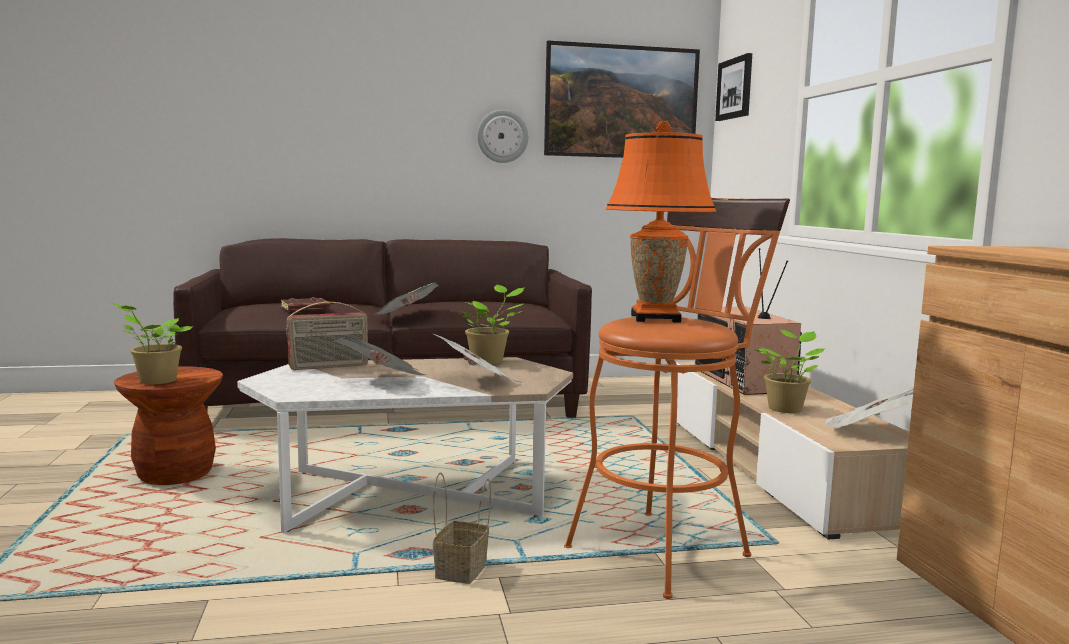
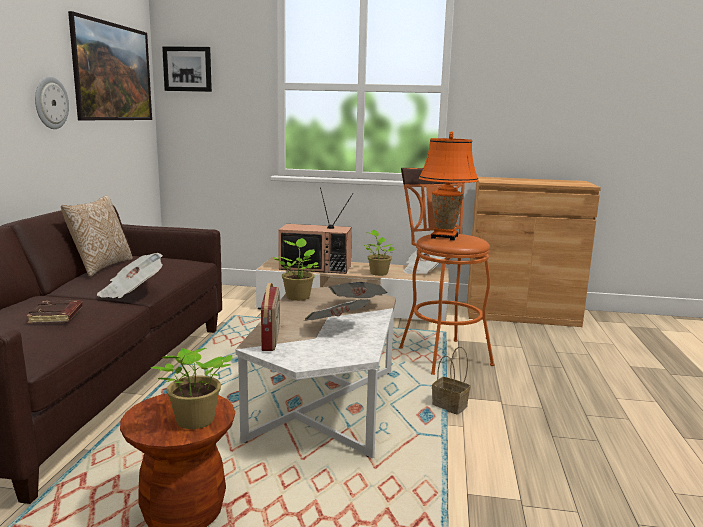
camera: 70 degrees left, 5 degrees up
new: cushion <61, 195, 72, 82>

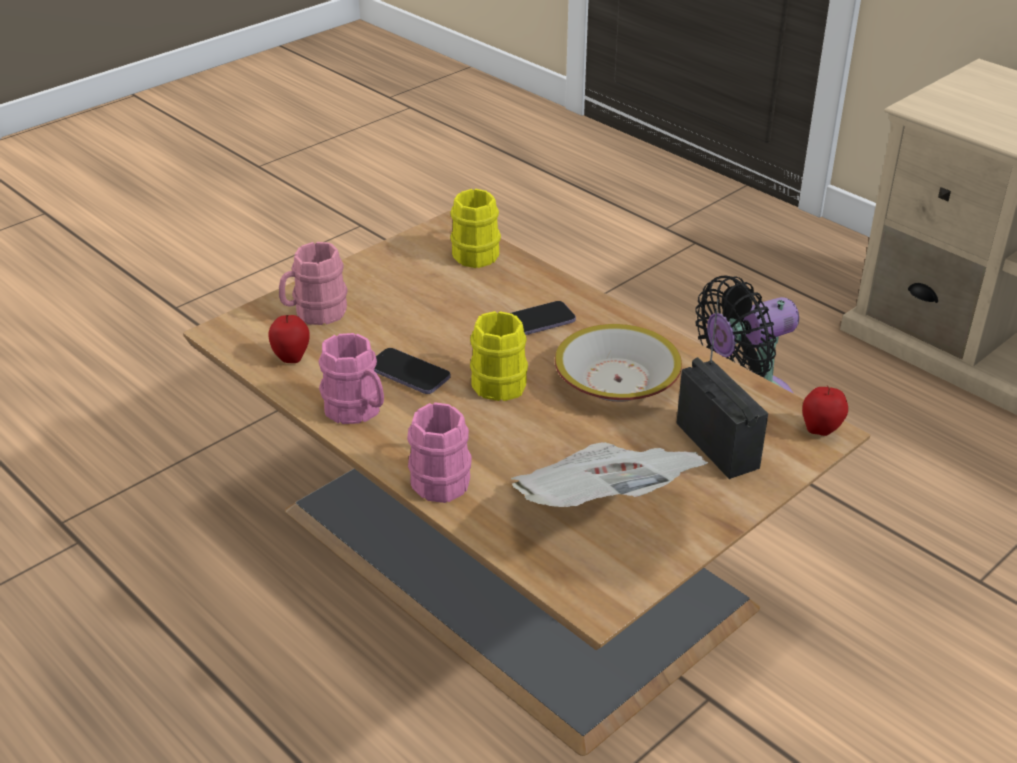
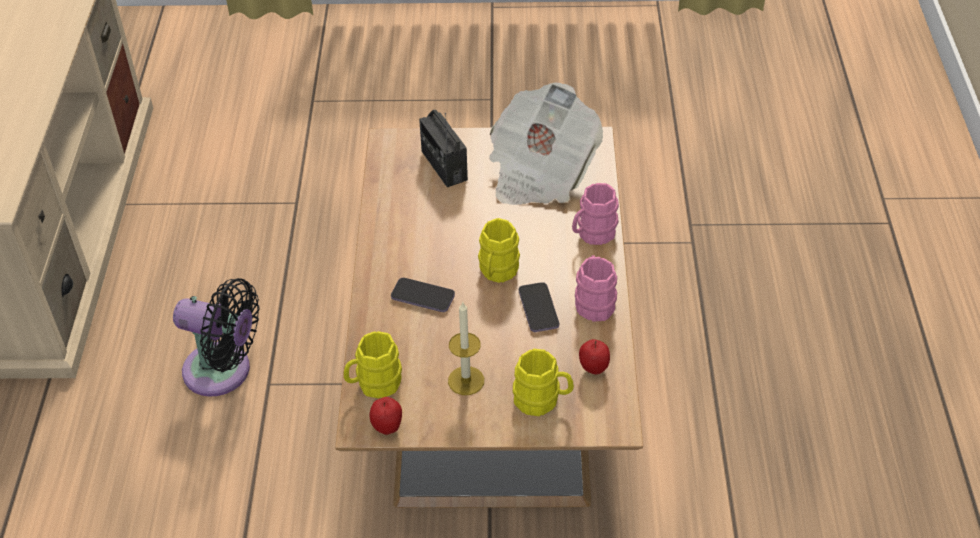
camera: 135 degrees left, 10 degrees up
gone: serving bowl <555, 324, 127, 78>
new: candle <448, 302, 36, 93>
shifted: apple <802, 385, 46, 51> to <370, 397, 32, 38>
repainted: pinkish coffee mug <279, 242, 69, 83> to yellow coffee mug <513, 349, 61, 67>
rotated: radio receiver <676, 299, 92, 180> = <419, 110, 49, 77> 45 degrees counterclockwise

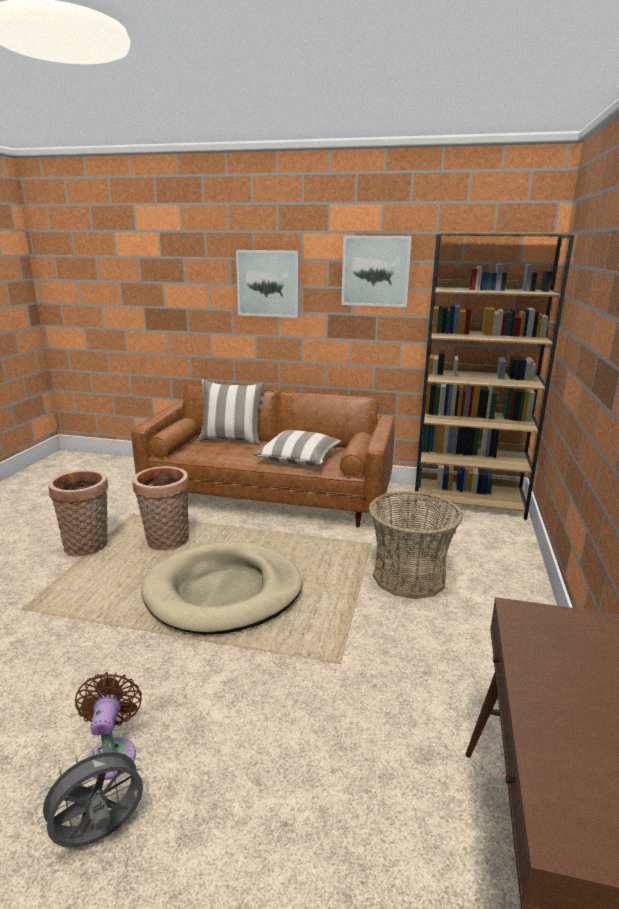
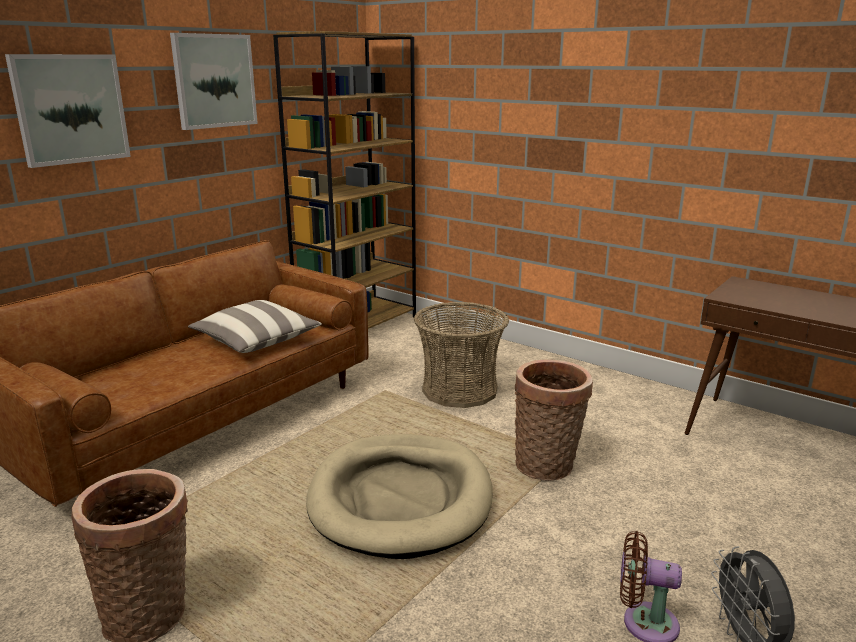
camera: 65 degrees left, 0 degrees up
gone: cushion <198, 380, 66, 65>
shifted: household basket <133, 466, 56, 85> to <515, 359, 78, 122>

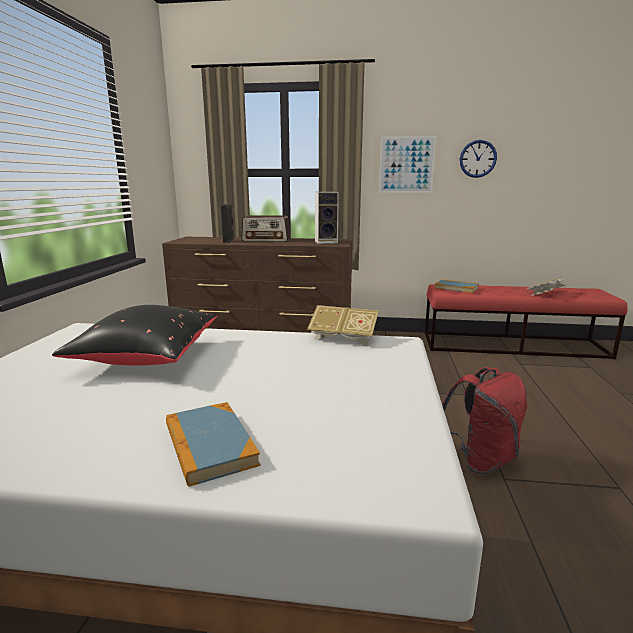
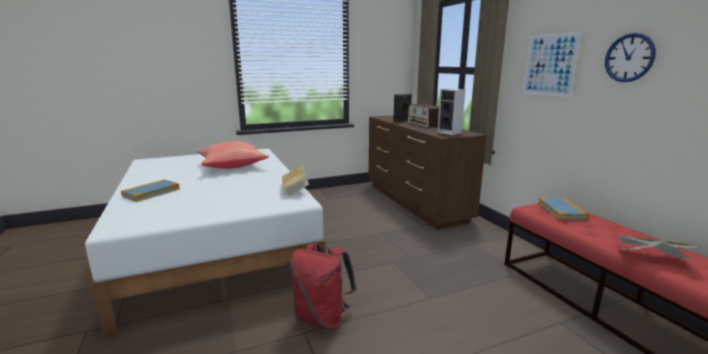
camera: 60 degrees right, 0 degrees up
repainted: black cushion <52, 305, 165, 61> to red-coloured cushion <198, 141, 71, 28>

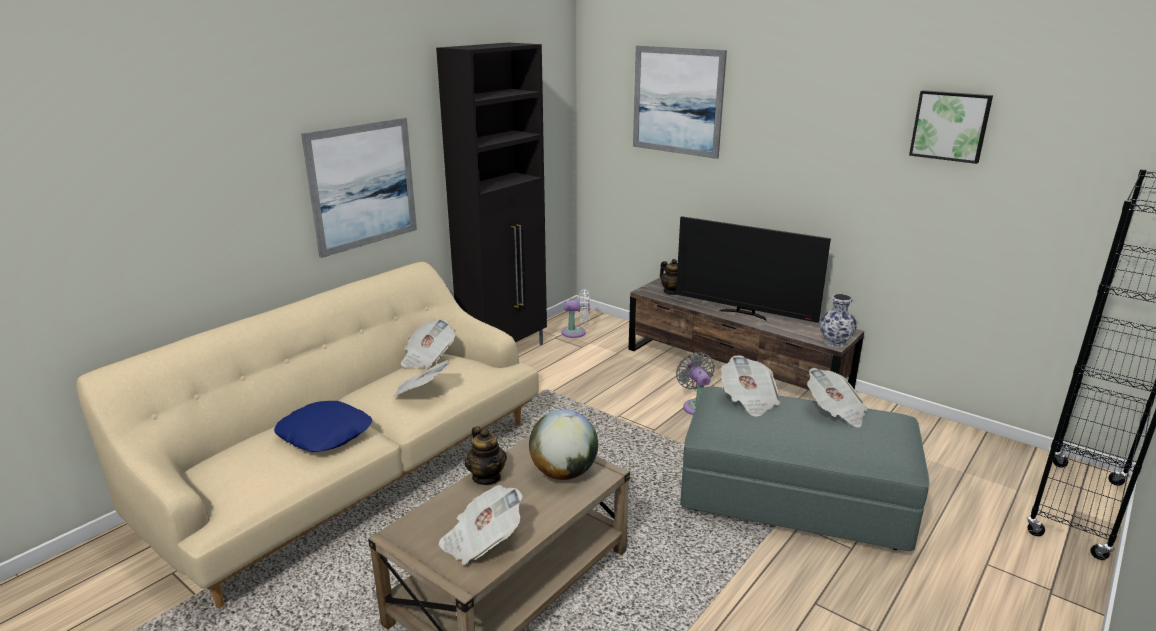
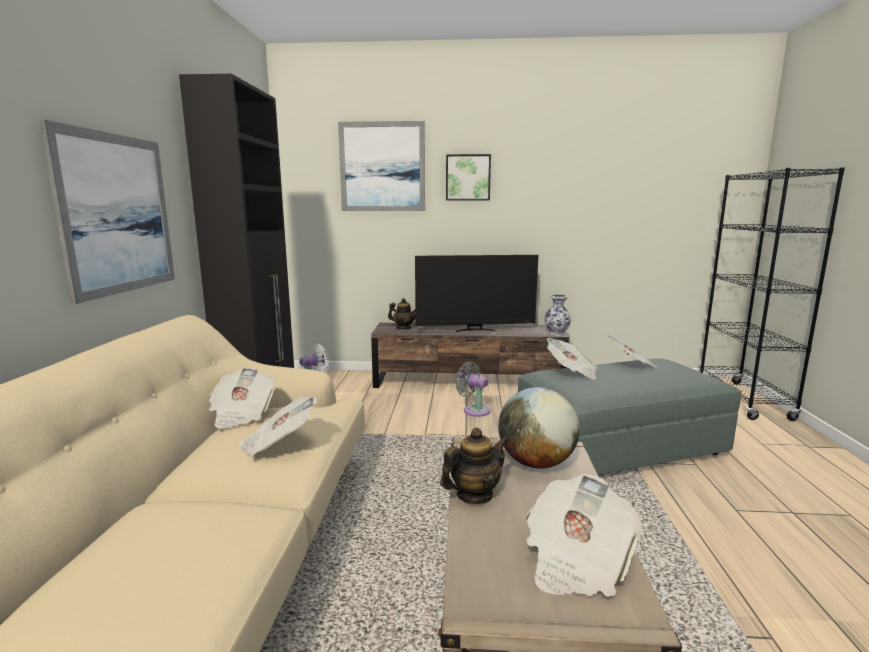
camera: 35 degrees left, 10 degrees down
gone: blue cushion <274, 401, 98, 51>
shifted: wall art <909, 90, 84, 74> to <446, 154, 45, 47>
rotated: pot for tea <465, 426, 42, 59> = <440, 427, 68, 77> 60 degrees counterclockwise

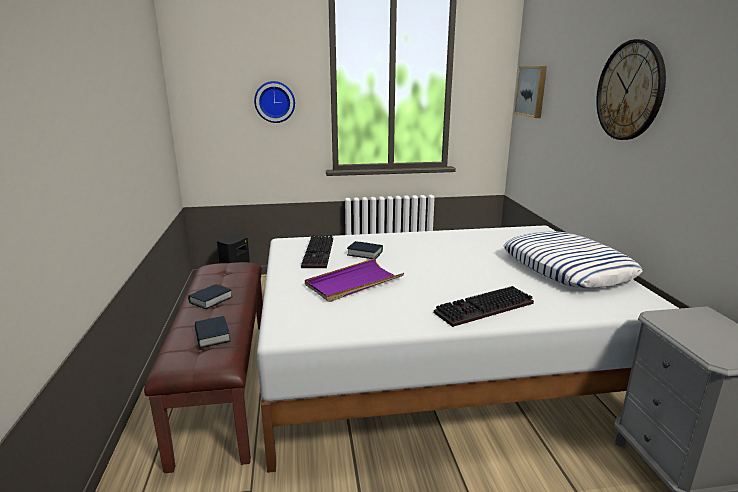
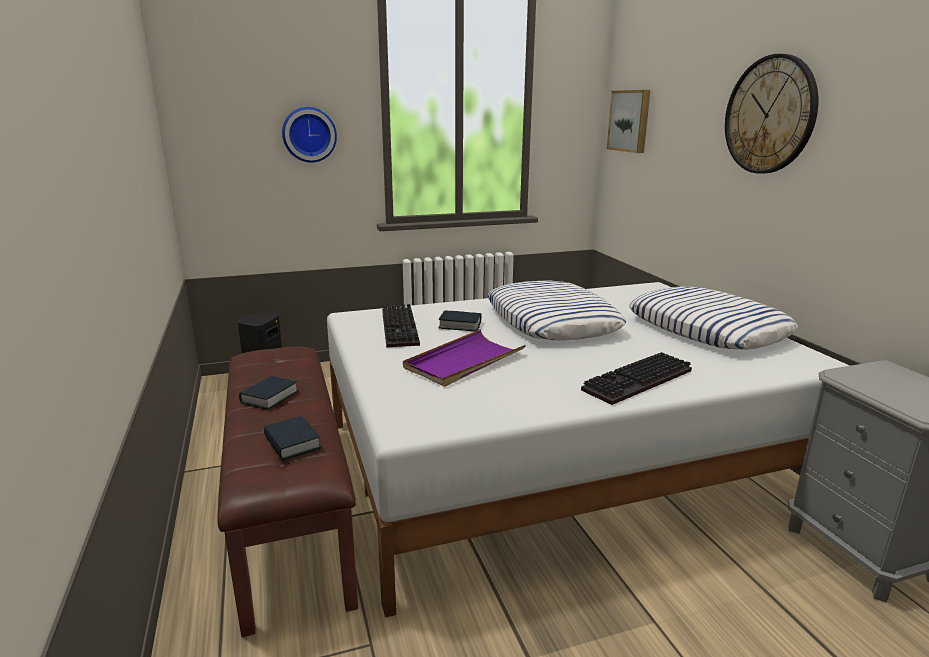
camera: 10 degrees left, 0 degrees up
new: cushion <487, 280, 139, 60>

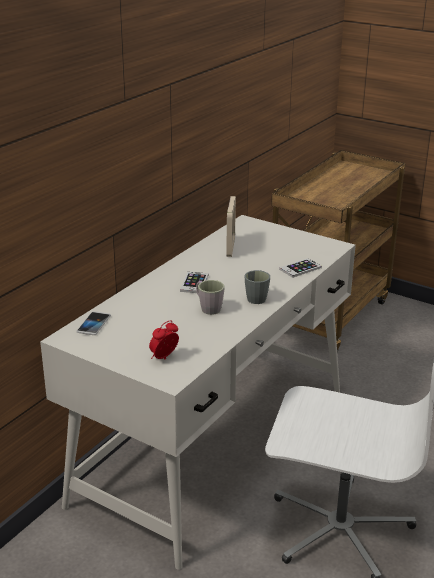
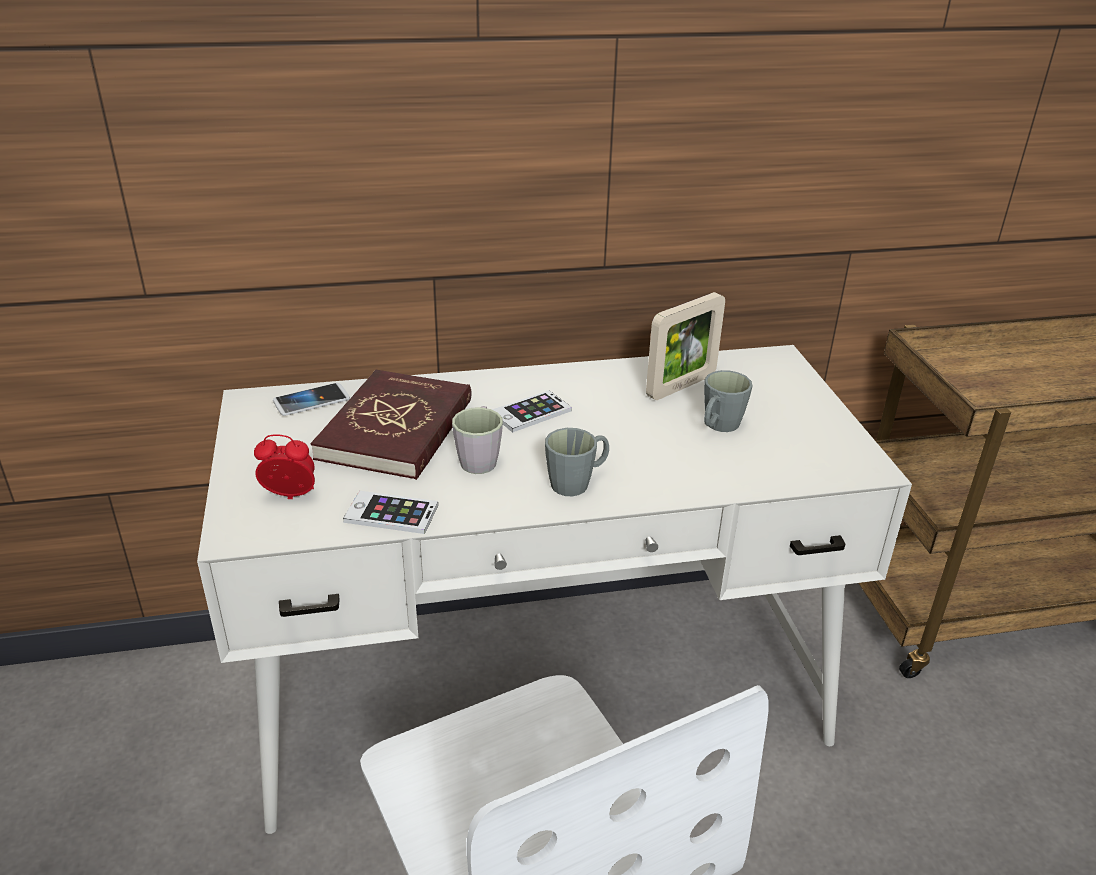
camera: 45 degrees right, 5 degrees up
new: red-coloured book <311, 370, 161, 110>; gray coffee mug <704, 370, 49, 62>
shifted: phone <279, 258, 43, 20> to <343, 491, 95, 43>

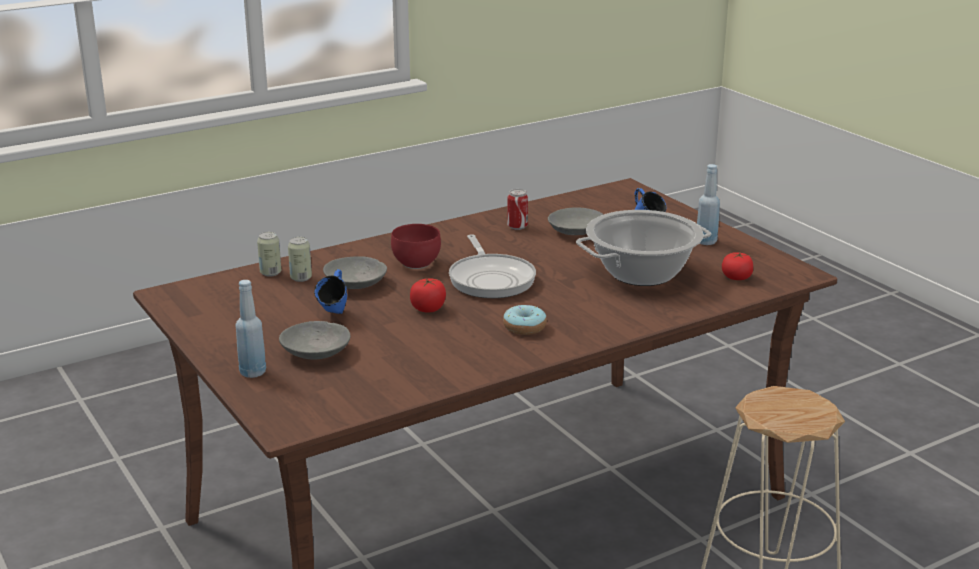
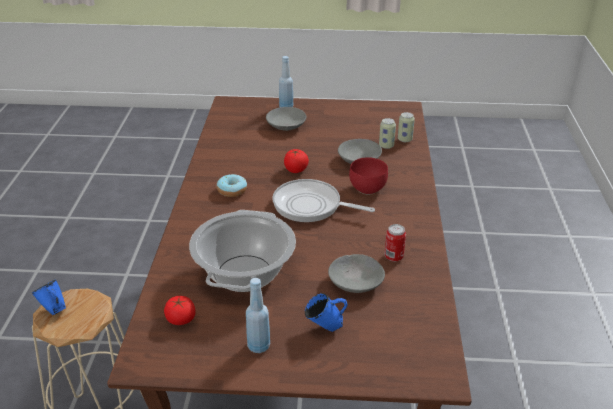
camera: 125 degrees right, 10 degrees up
shifted: blue coffee mug <314, 269, 33, 45> to <32, 279, 34, 36>

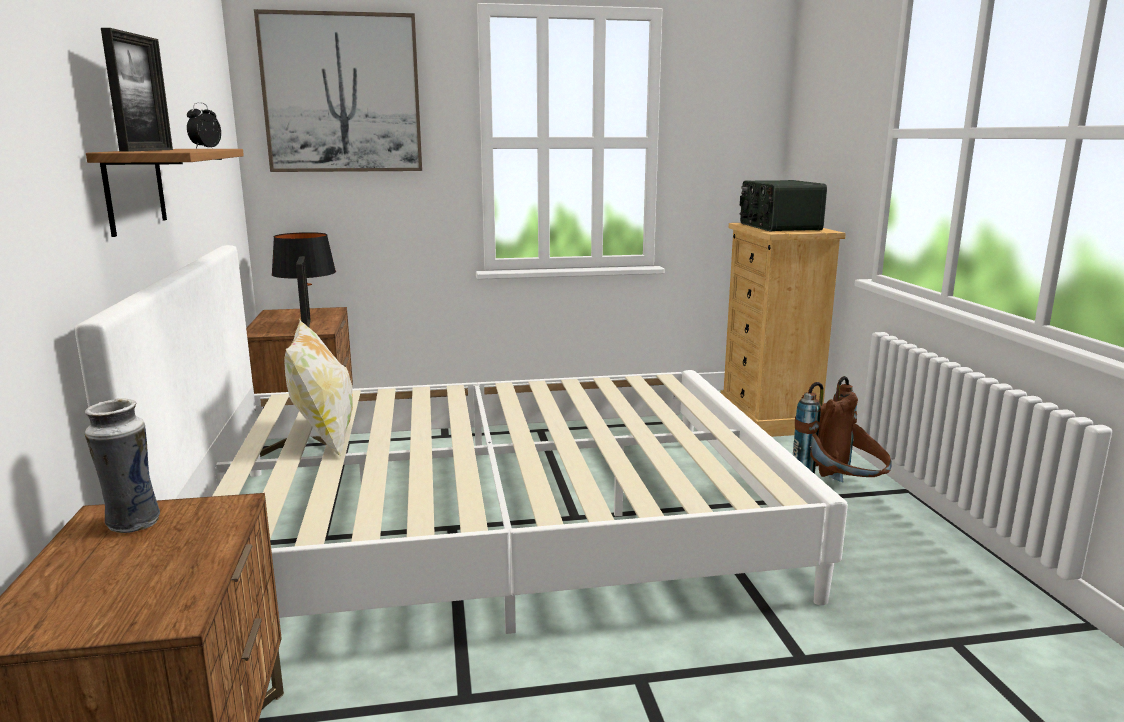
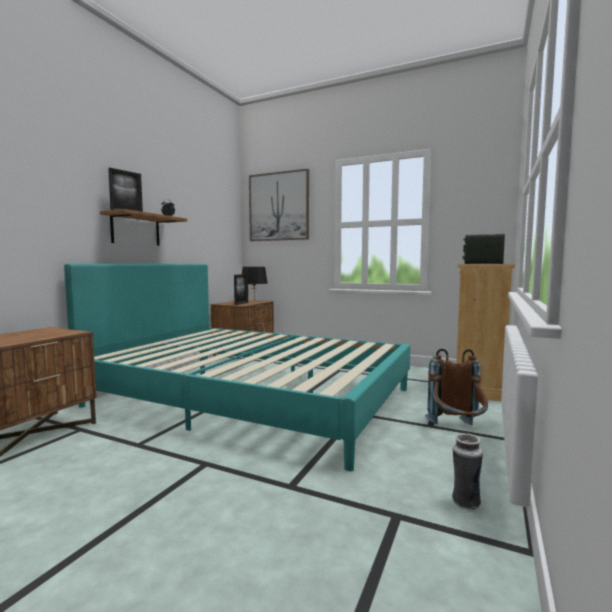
camera: 35 degrees right, 10 degrees down
gone: cushion <284, 320, 69, 138>
shifted: decorative vase <85, 398, 75, 135> to <452, 433, 31, 77>
repainted: whitish bed <75, 245, 773, 389> to turquoise bed <64, 263, 347, 208>

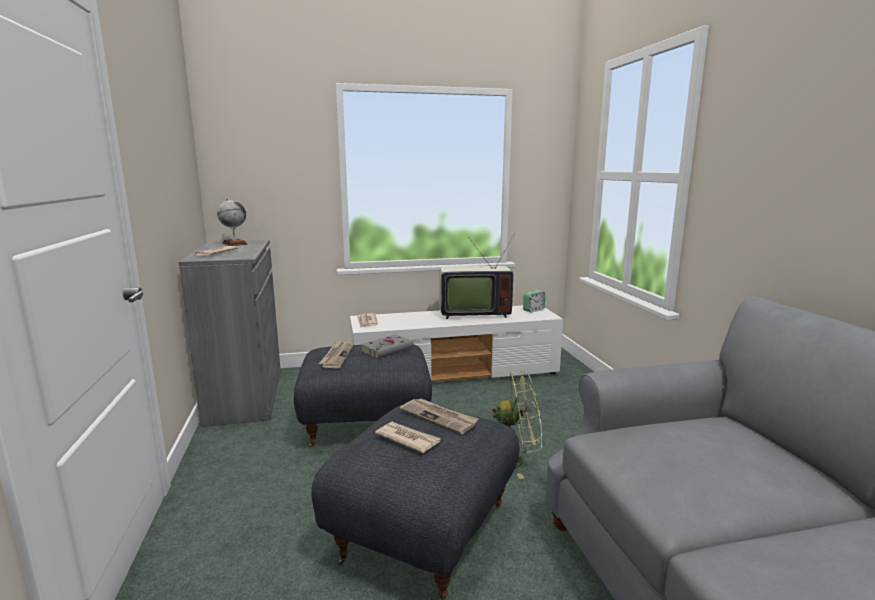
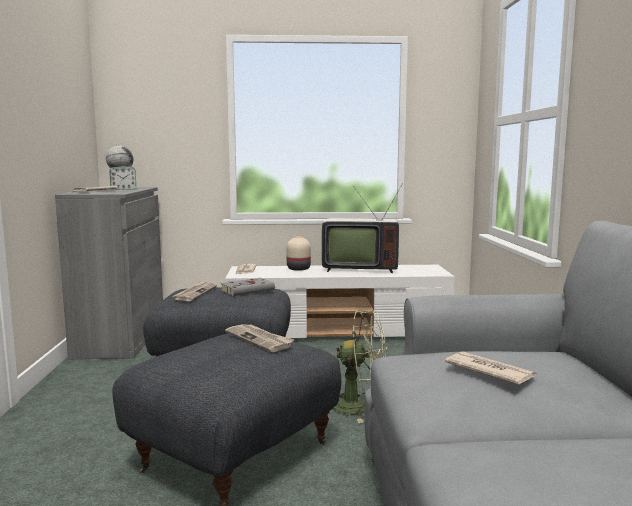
camera: 10 degrees right, 5 degrees down
new: beige decorative vase <286, 235, 25, 36>
shifted: printed paper <375, 422, 66, 31> to <445, 351, 92, 34>; bedside clock <523, 290, 22, 22> to <109, 167, 27, 23>

